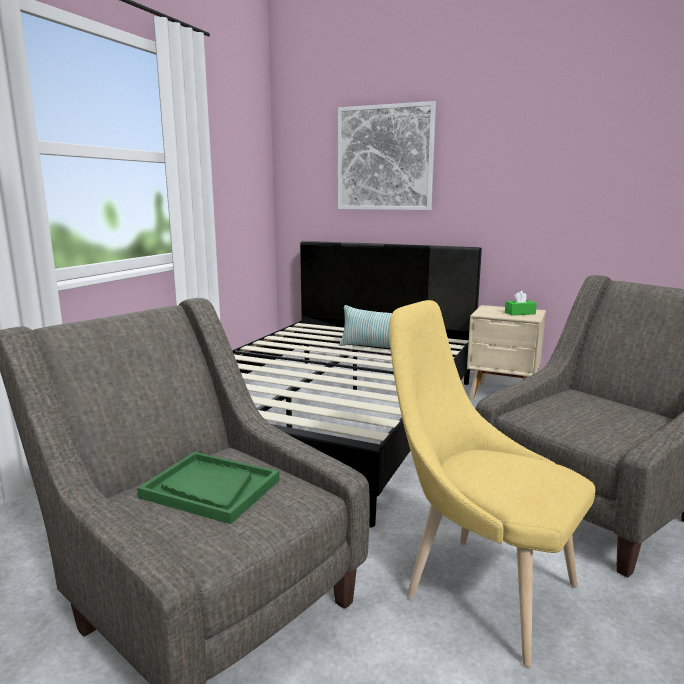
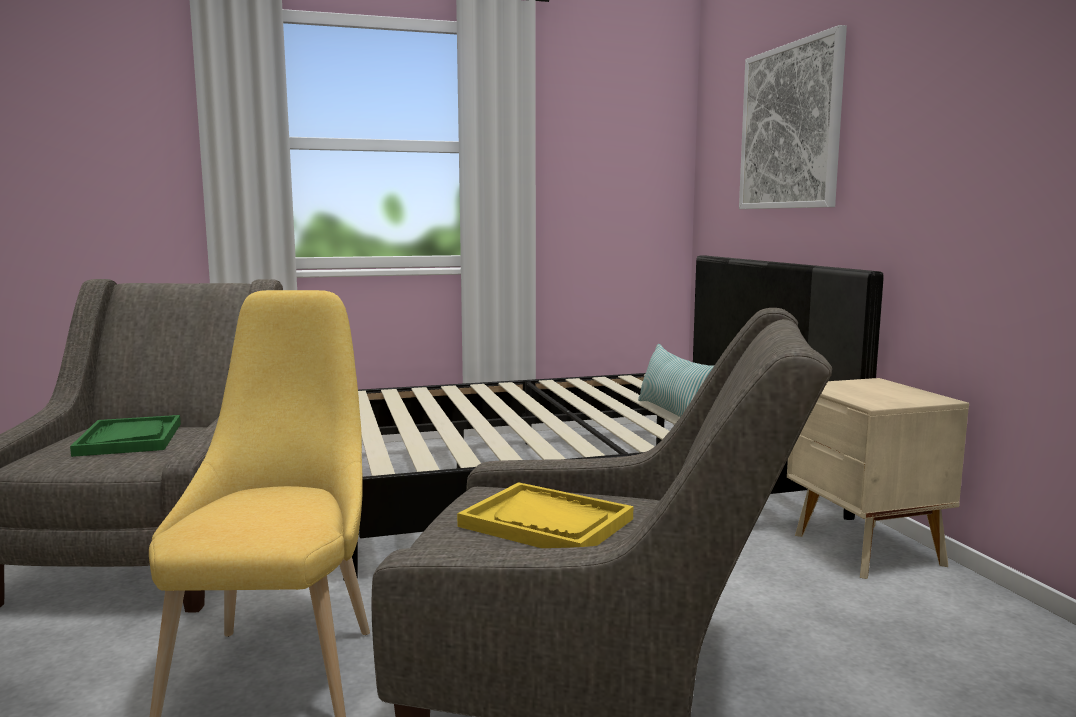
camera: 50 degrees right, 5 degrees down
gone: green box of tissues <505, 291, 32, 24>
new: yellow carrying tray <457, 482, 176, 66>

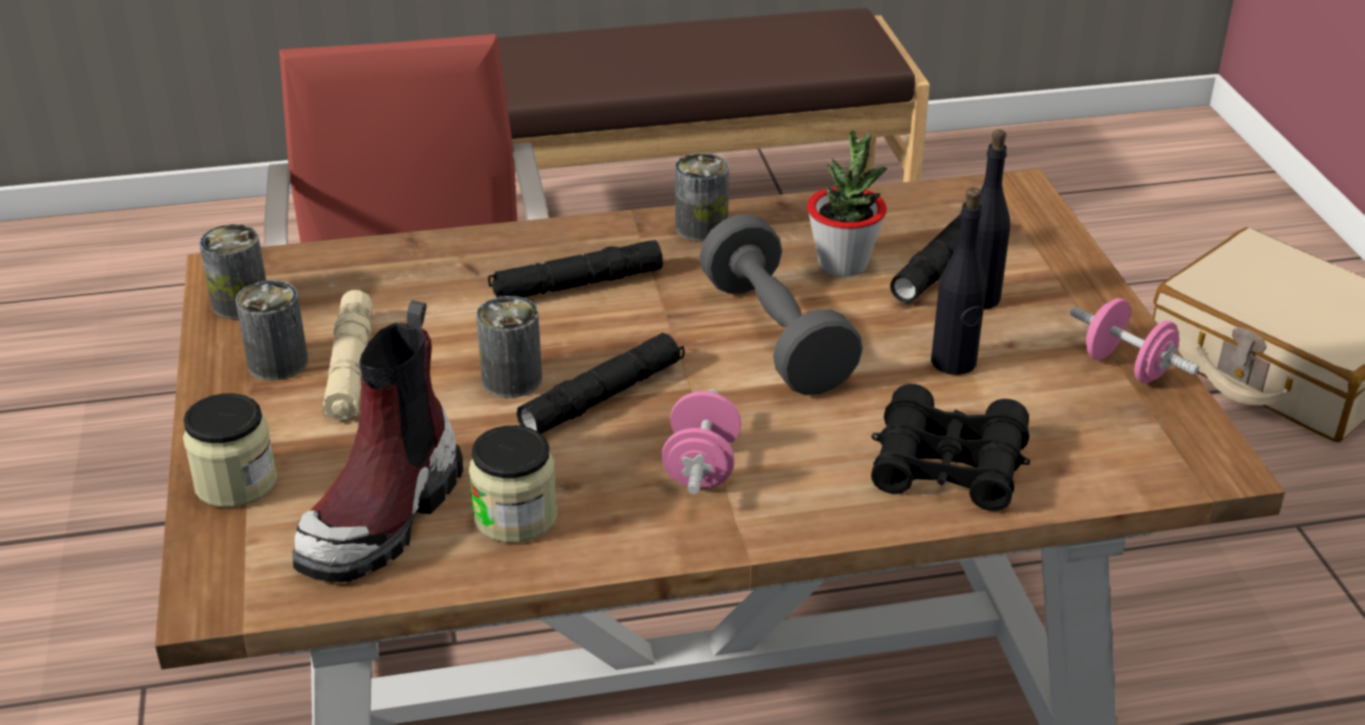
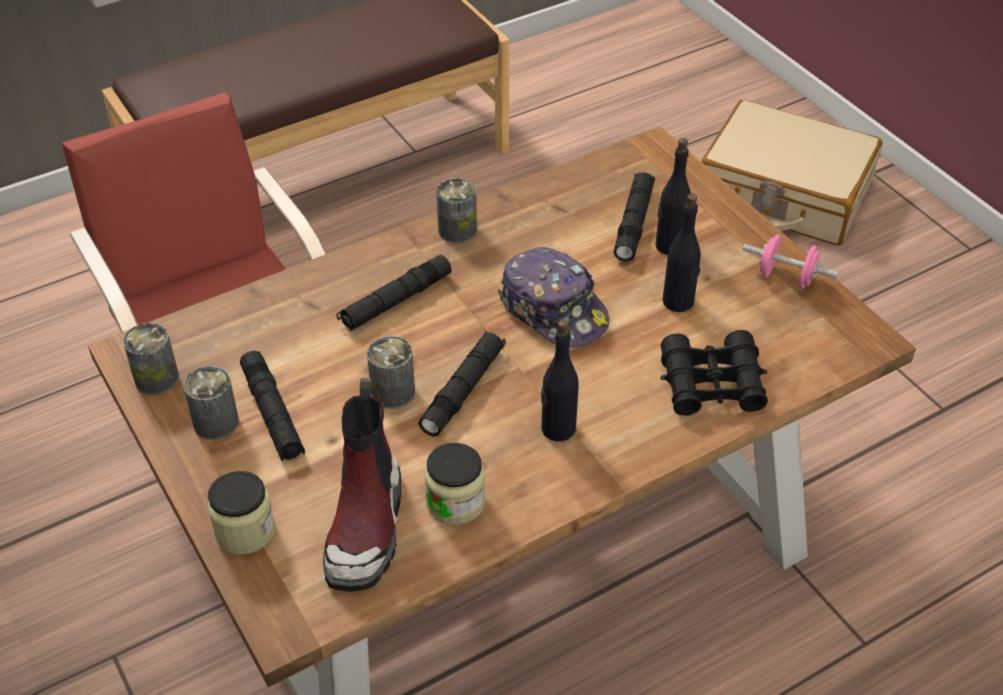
camera: 20 degrees left, 10 degrees up
gone: potted plant <807, 131, 81, 146>
swapped: pinkish free weight <662, 389, 79, 105> to black drink bottle <541, 320, 38, 121>; gray free weight <700, 214, 163, 181> to baseball cap <498, 247, 111, 100>
repainted: beige torch <322, 290, 50, 130> to black torch <240, 351, 65, 111>

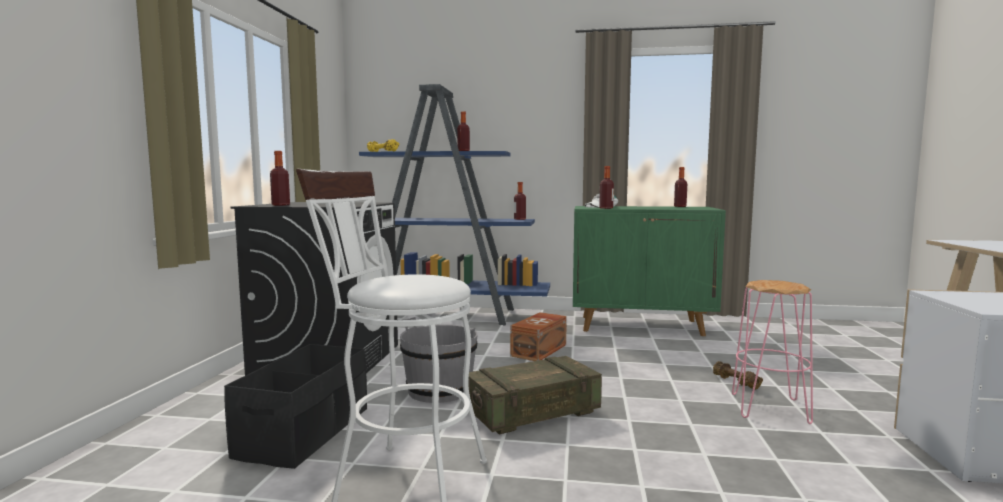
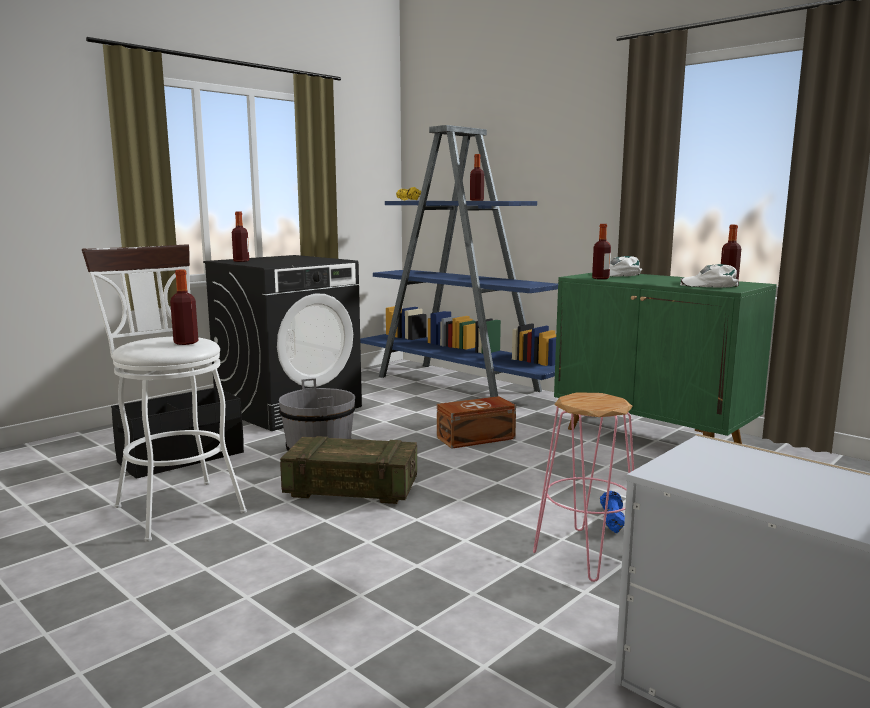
camera: 35 degrees right, 5 degrees up
new: whitish baseball cap <680, 264, 59, 24>
shifted: drink bottle <514, 182, 12, 38> to <170, 269, 28, 76>
repainted: brownish free weight <713, 361, 50, 29> to blue free weight <600, 491, 25, 42>

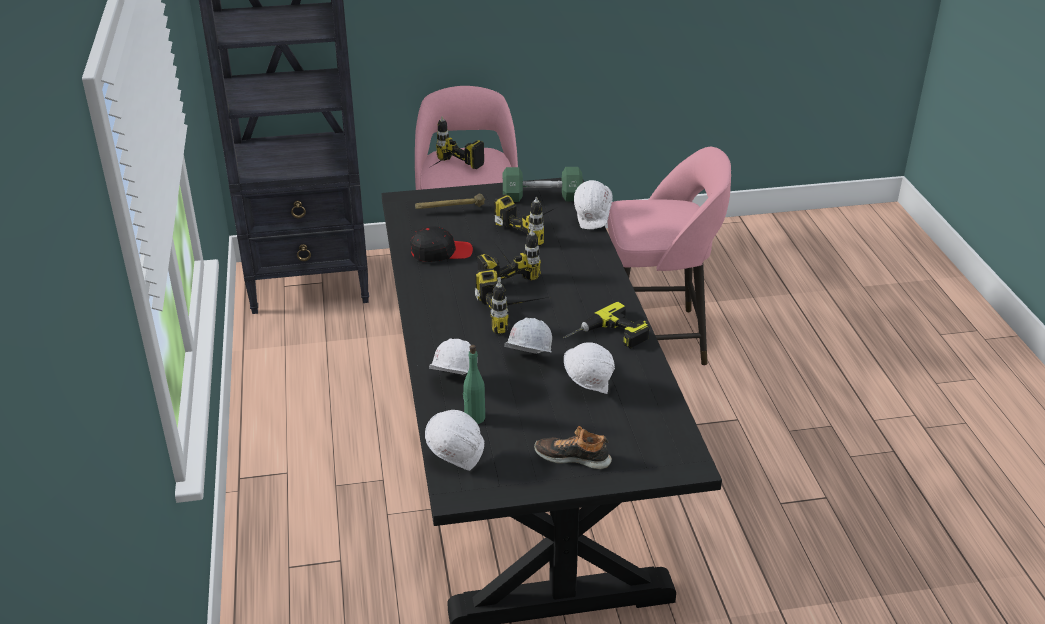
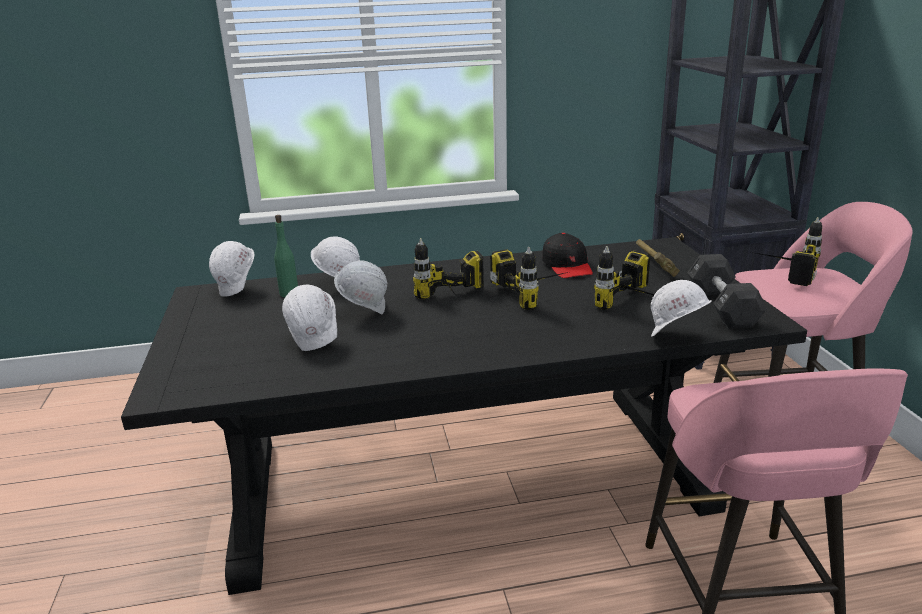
camera: 90 degrees right, 10 degrees down
gone: low shoe <534, 426, 78, 43>; power drill <563, 302, 86, 47>
repainted: green free weight <503, 167, 80, 35> to black free weight <687, 254, 80, 75>

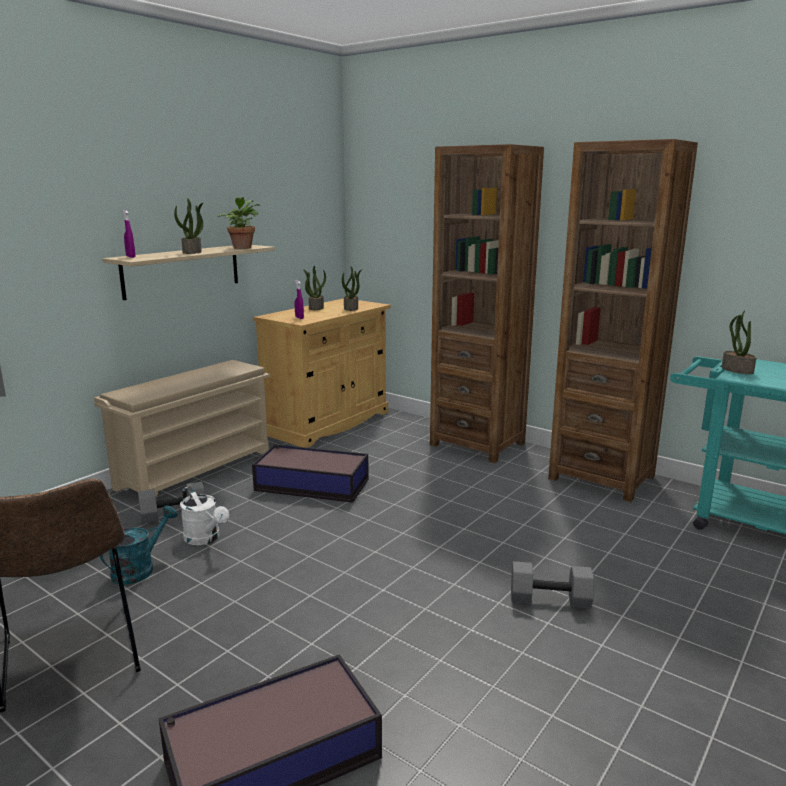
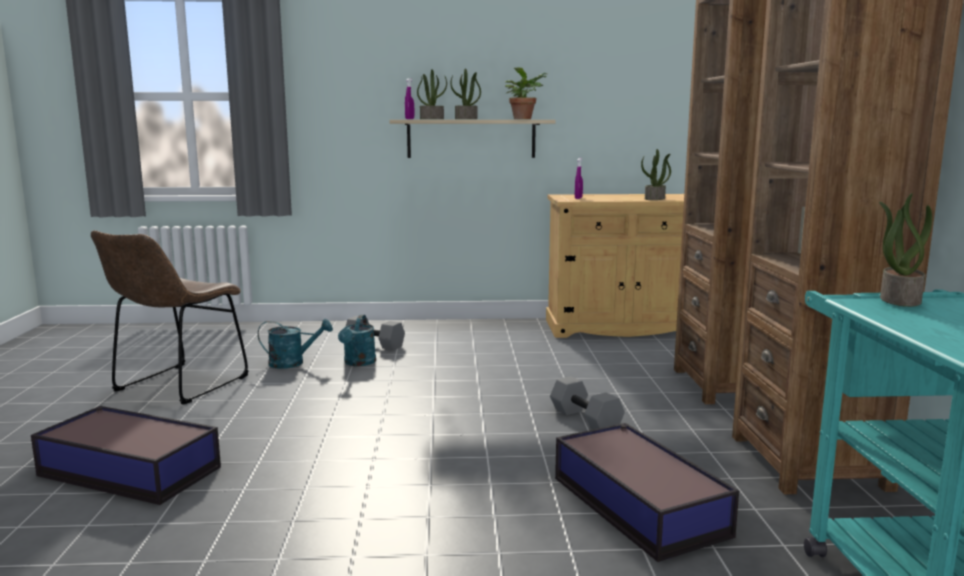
camera: 50 degrees right, 5 degrees down
gone: beige shoe rack <94, 360, 176, 136>
shifted: storage box <252, 444, 117, 59> to <555, 423, 184, 139>; potted plant <303, 266, 23, 44> to <417, 69, 30, 50>; gray free weight <511, 561, 83, 48> to <550, 376, 75, 53>
repainted: whitish watering pot <180, 486, 49, 59> to turquoise watering pot <338, 315, 38, 51>

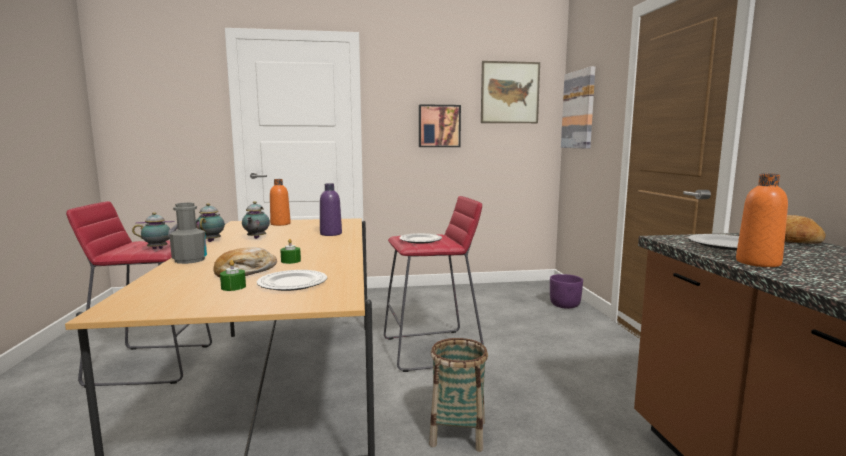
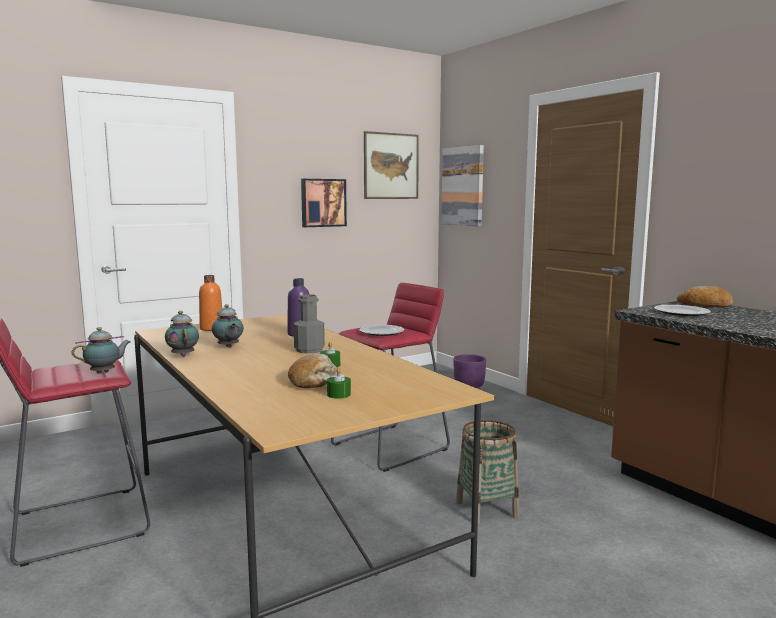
camera: 25 degrees left, 0 degrees up
gone: dinner plate <257, 270, 70, 21>; orangey drink bottle <736, 173, 52, 94>
shifted: gray drink bottle <169, 203, 38, 61> to <293, 294, 32, 60>

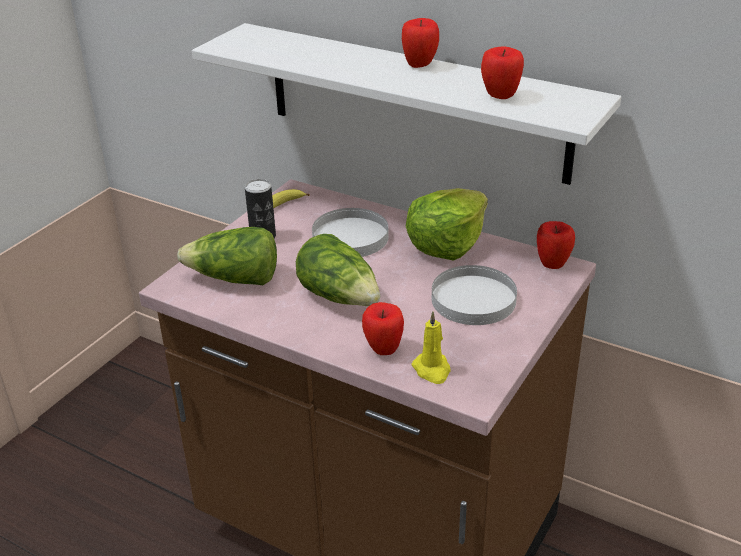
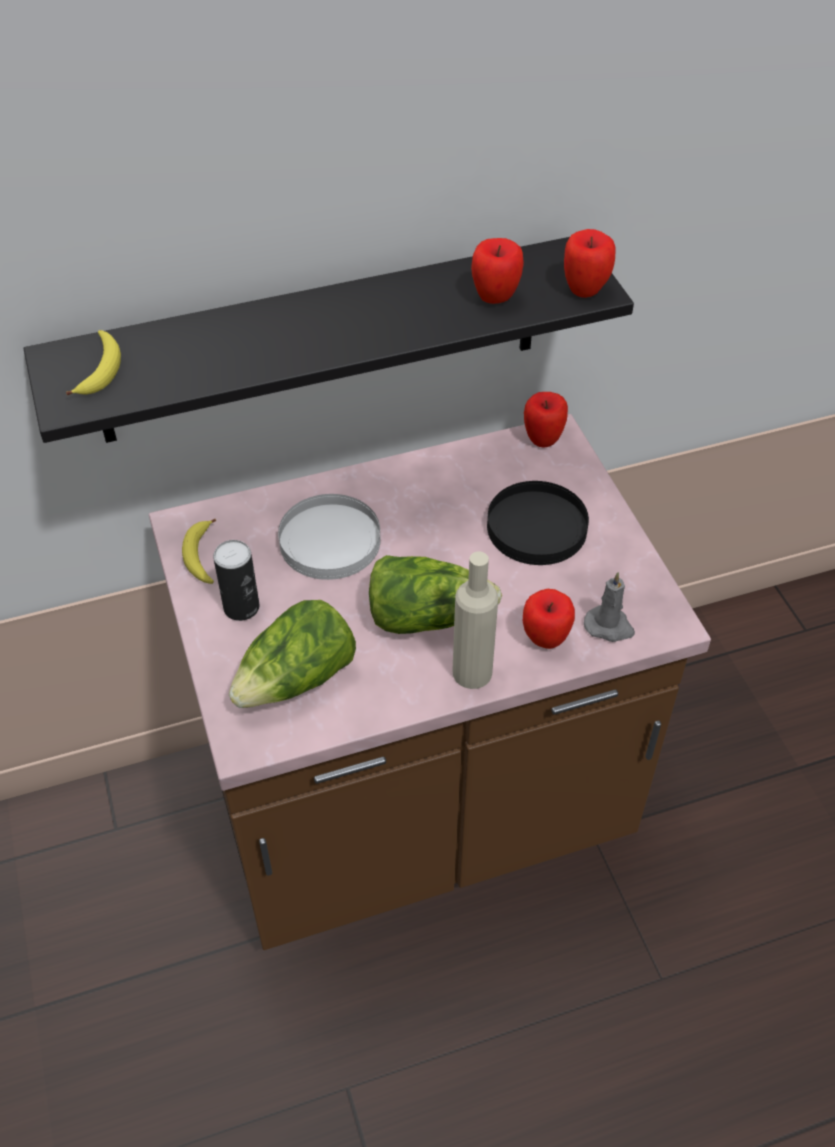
camera: 50 degrees left, 15 degrees up
gone: lettuce <406, 188, 82, 73>
new: banana fruit <66, 330, 55, 65>; beige drink bottle <452, 551, 46, 138>
shifted: apple <402, 18, 37, 50> to <564, 229, 52, 69>
repainted: whitish wall shelf <192, 23, 429, 162> to black wall shelf <24, 237, 610, 206>; yellow candle <411, 311, 40, 73> to gray candle <584, 572, 51, 70>; whitish dinner plate <432, 265, 85, 60> to black dinner plate <487, 481, 102, 84>

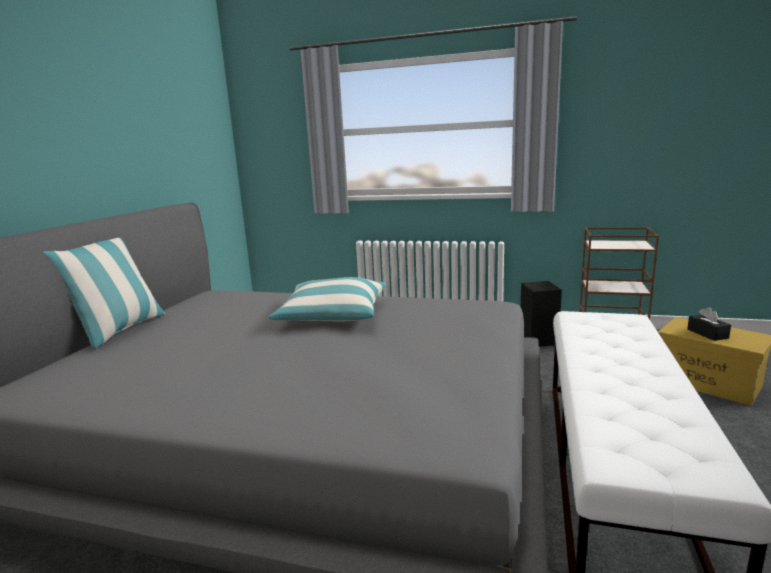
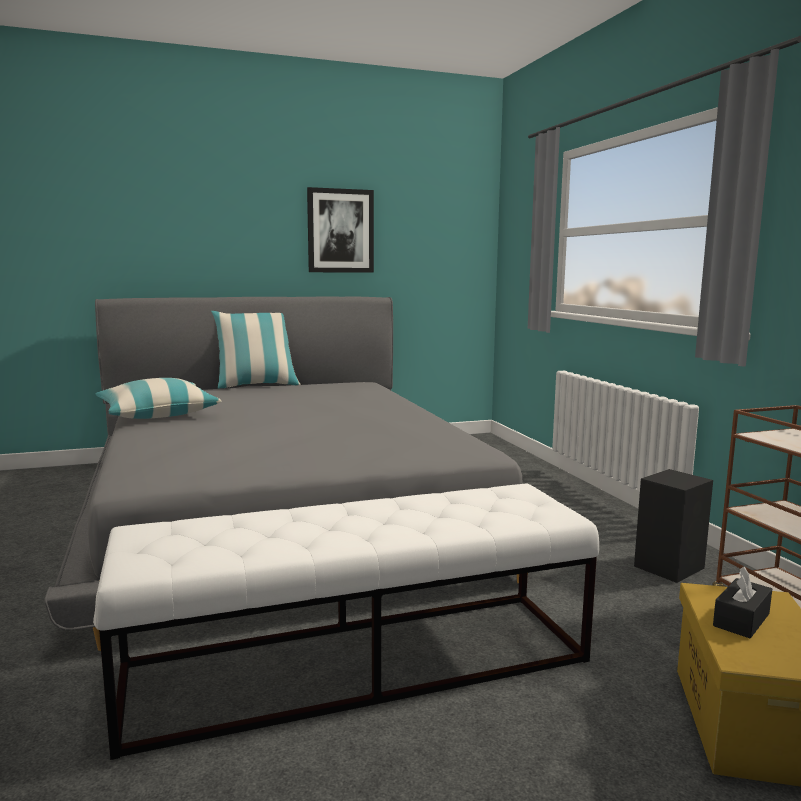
camera: 55 degrees right, 5 degrees down
new: wall art <307, 187, 67, 86>
shifted: cushion <269, 277, 117, 44> to <95, 378, 126, 41>

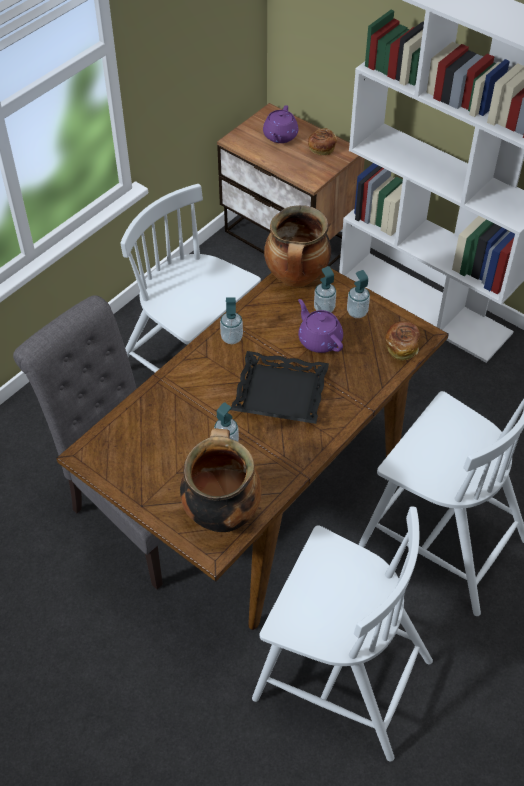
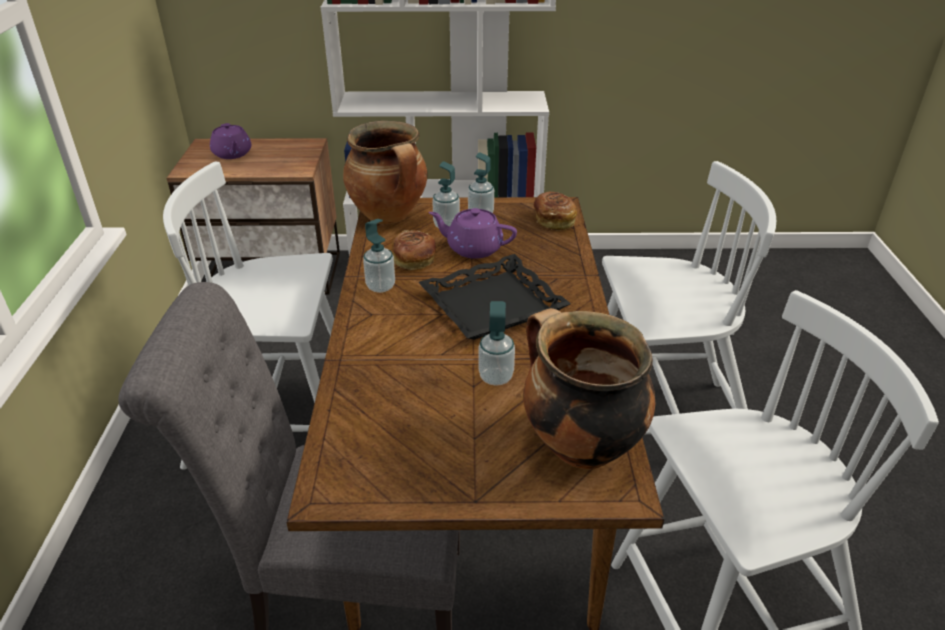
camera: 40 degrees left, 15 degrees down
shifted: bread <308, 128, 29, 27> to <392, 230, 44, 40>

